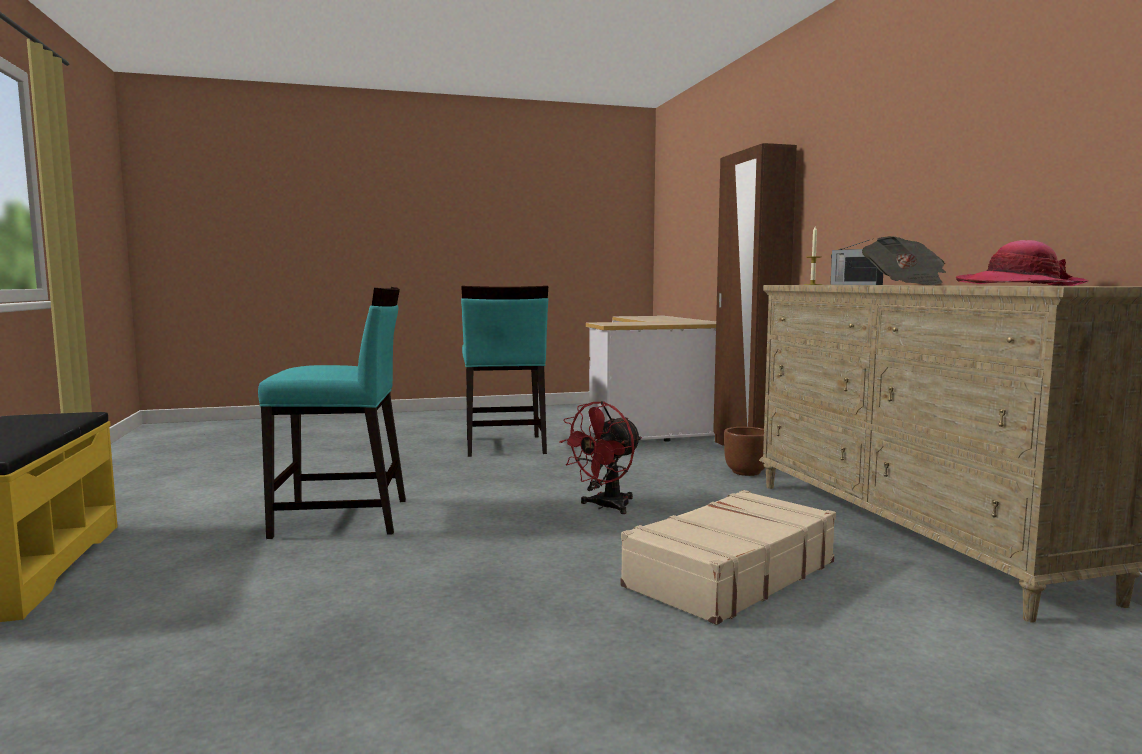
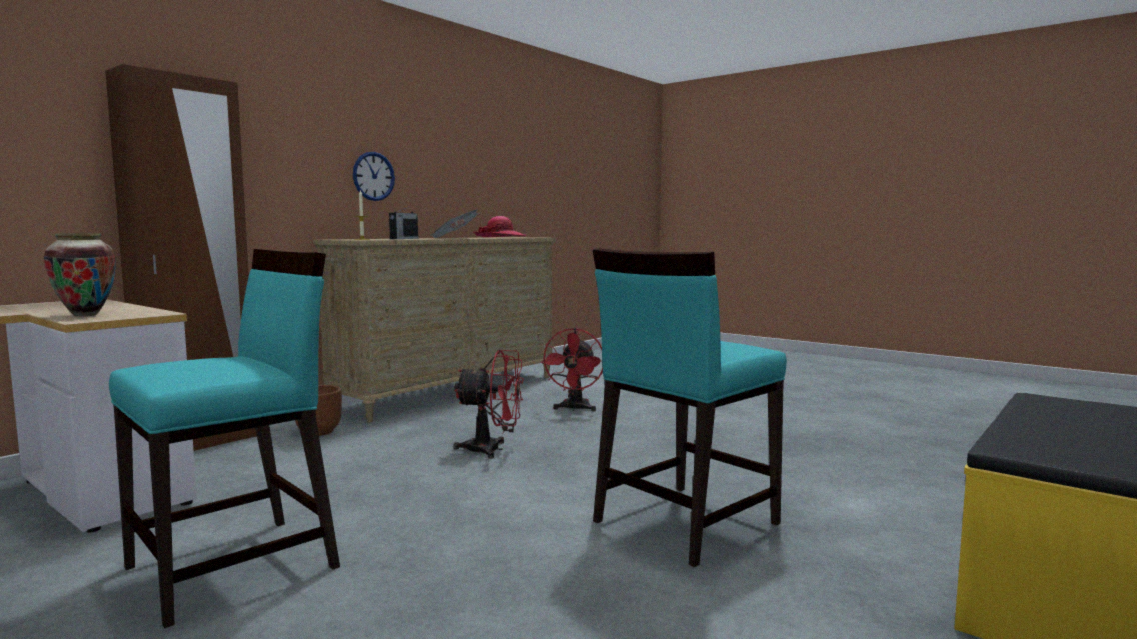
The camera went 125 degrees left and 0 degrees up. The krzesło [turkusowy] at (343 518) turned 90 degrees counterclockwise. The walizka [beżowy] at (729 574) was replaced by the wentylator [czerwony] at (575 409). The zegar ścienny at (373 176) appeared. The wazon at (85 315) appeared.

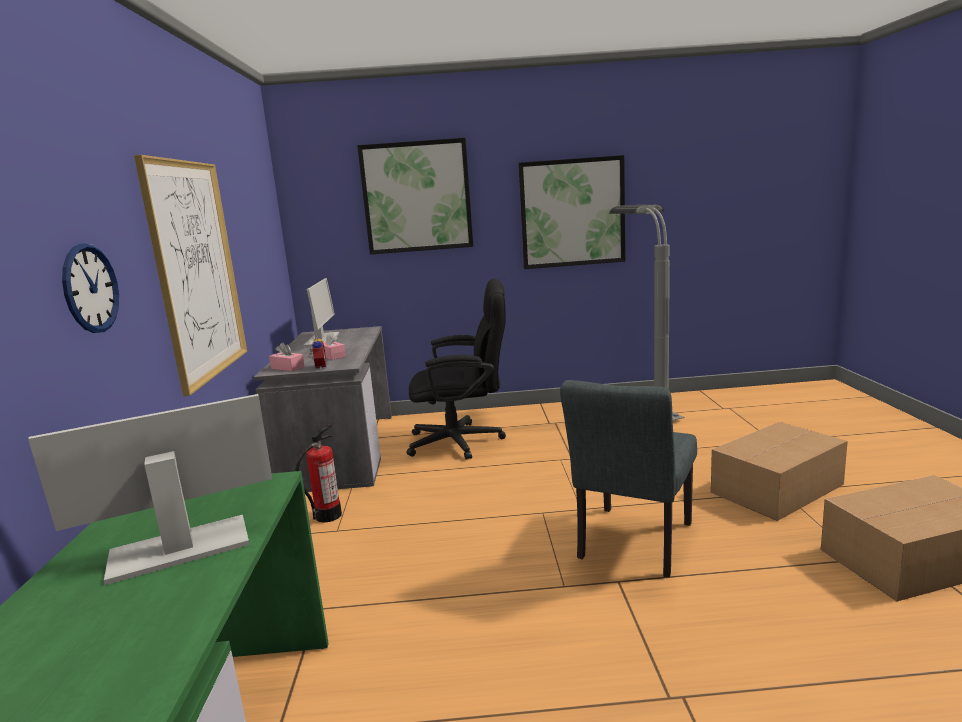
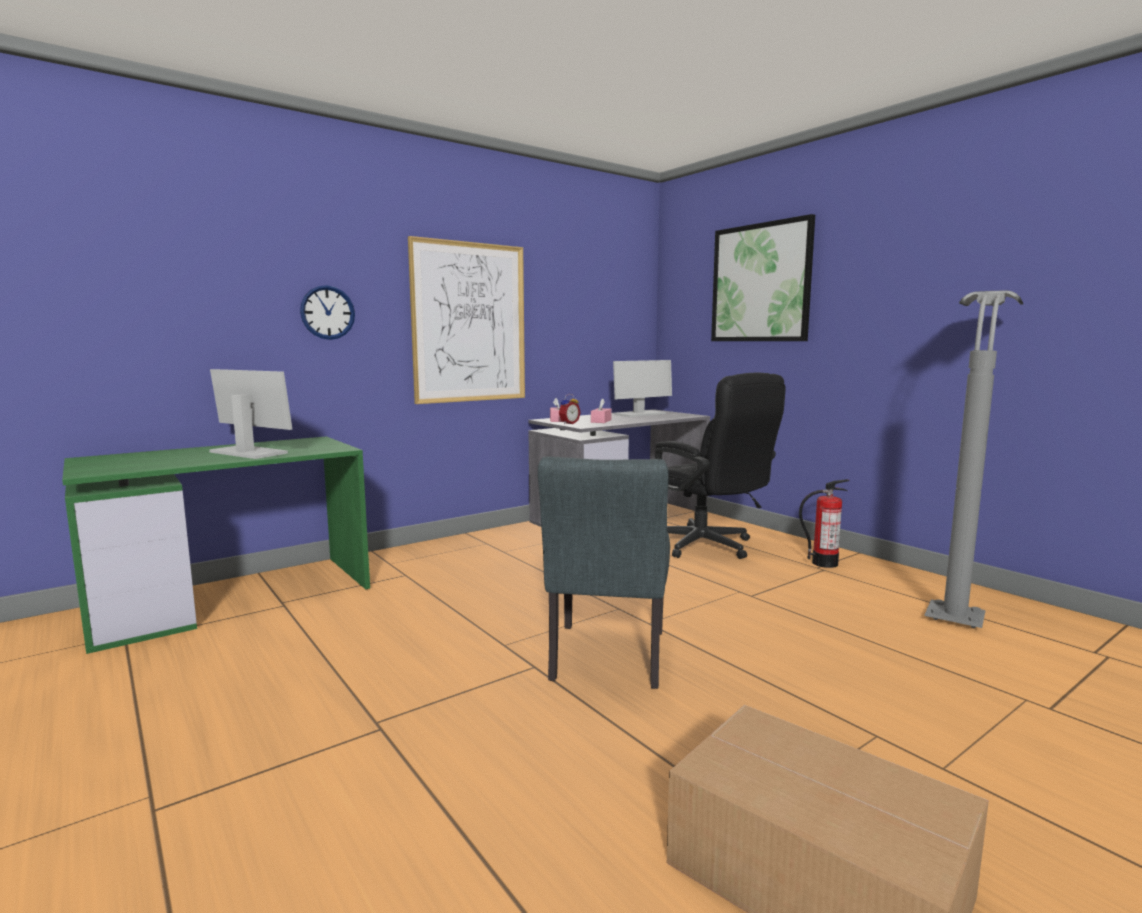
The camera went 55 degrees right and 5 degrees down. The obraz at (572 213) disappeared. The krzesło [szary] at (632 545) turned 75 degrees counterclockwise. The karton at (779 488) disappeared. The gaśnica moved from (328 516) to (824 563).

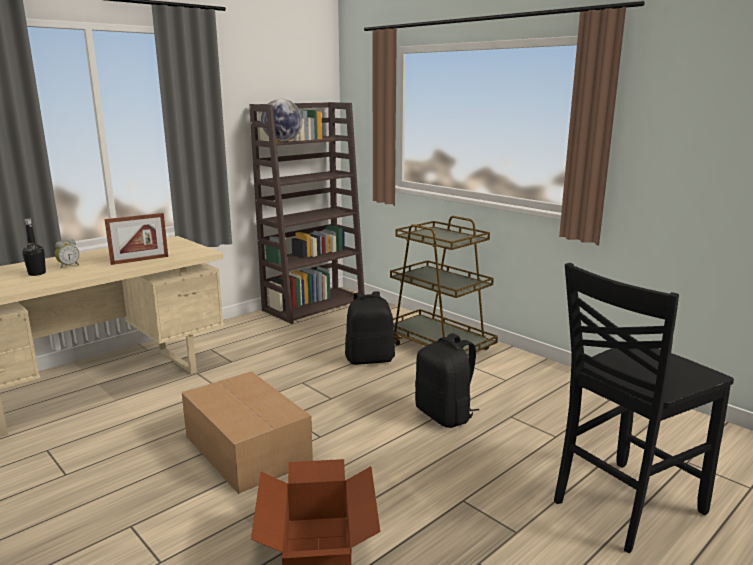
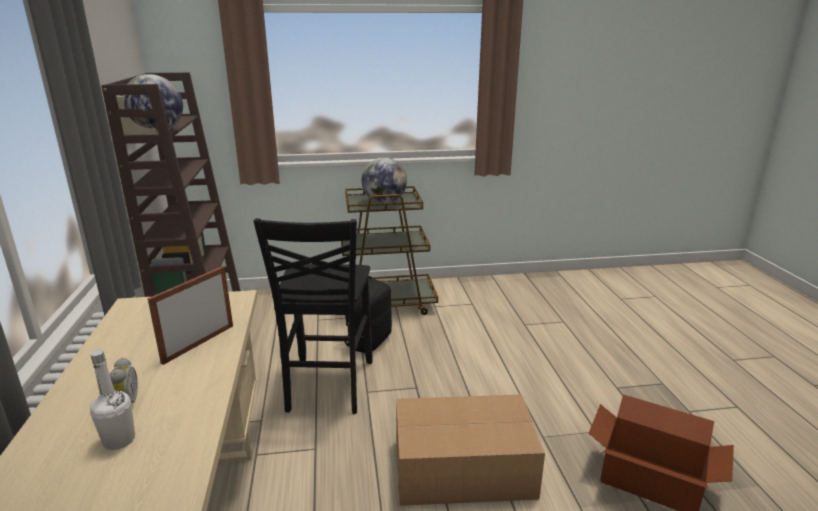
The camera went 55 degrees left and 5 degrees up. The ramka na zdjęcie at (140 260) turned 150 degrees counterclockwise. The butelka [czarny] at (37 273) became the butelka [biały] at (119 440). The krzesło [czarny] moved from (624 506) to (328 386). The plecak [czarny] at (445 415) disappeared. The globus at (384 202) appeared.

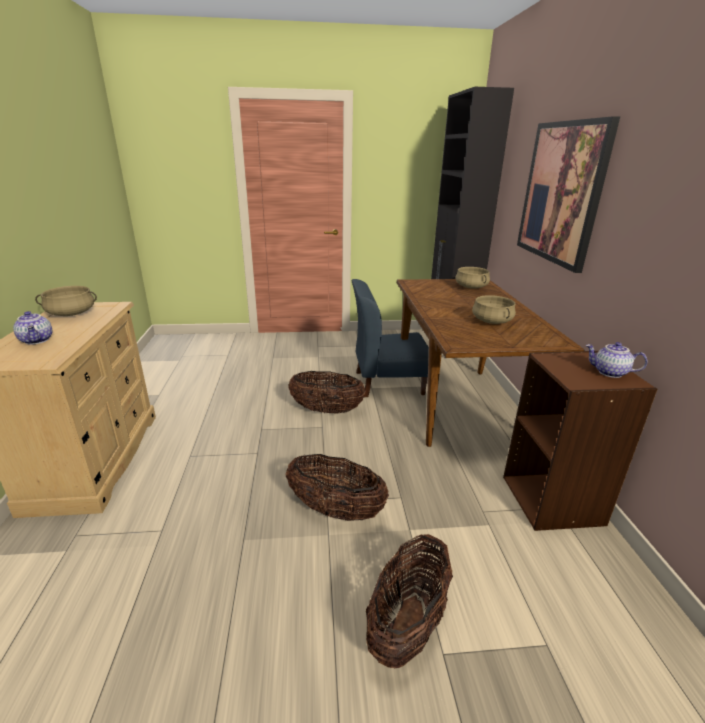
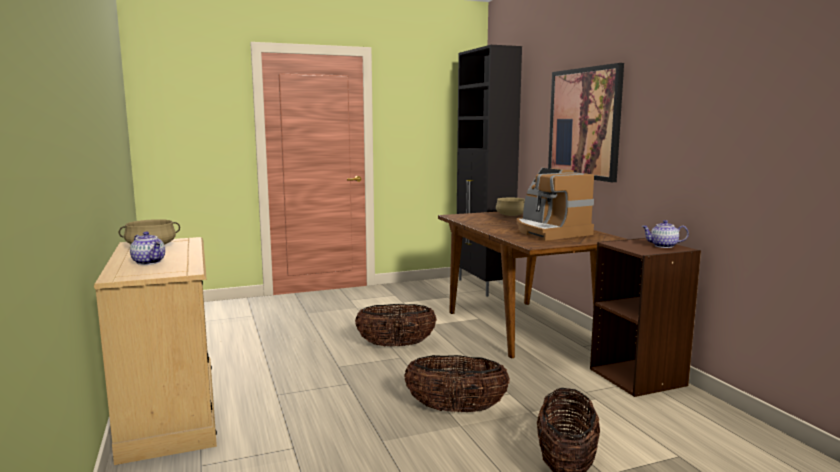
The camera went 15 degrees left and 15 degrees down. The krzesło [niebieski] at (388 382) disappeared. The garnek [beżowy] at (492 321) was replaced by the ekspres do kawy at (549 232).

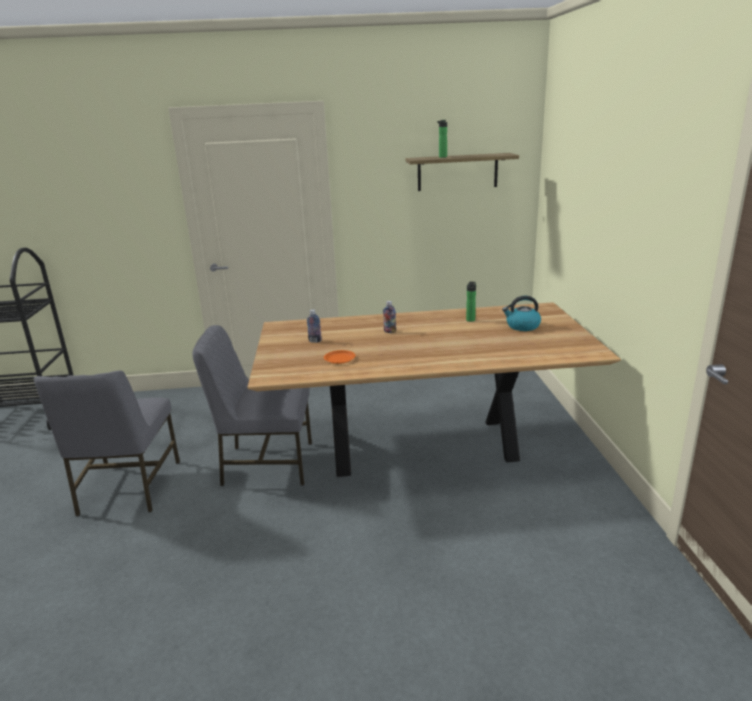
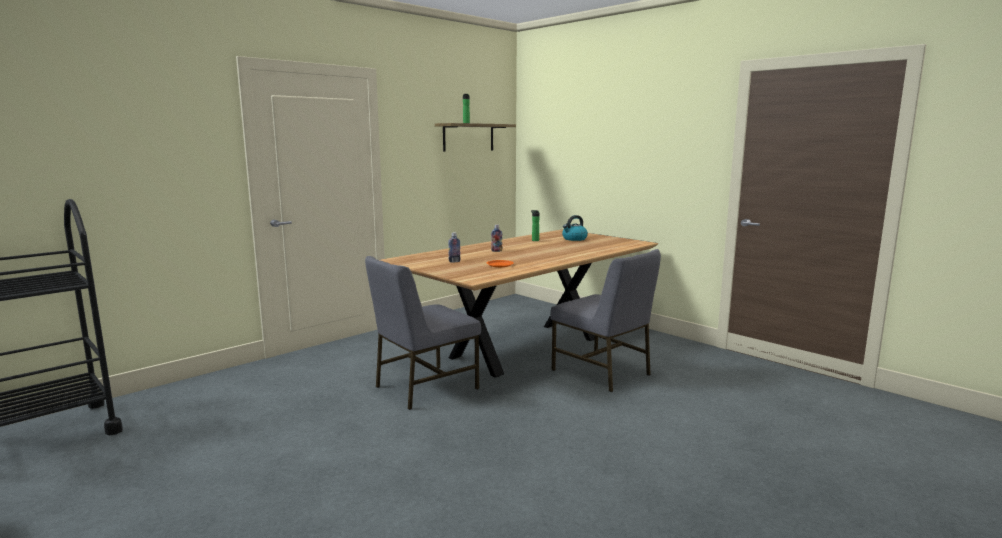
The camera went 40 degrees left and 10 degrees down. The krzesło [szary] moved from (128 488) to (602 372).

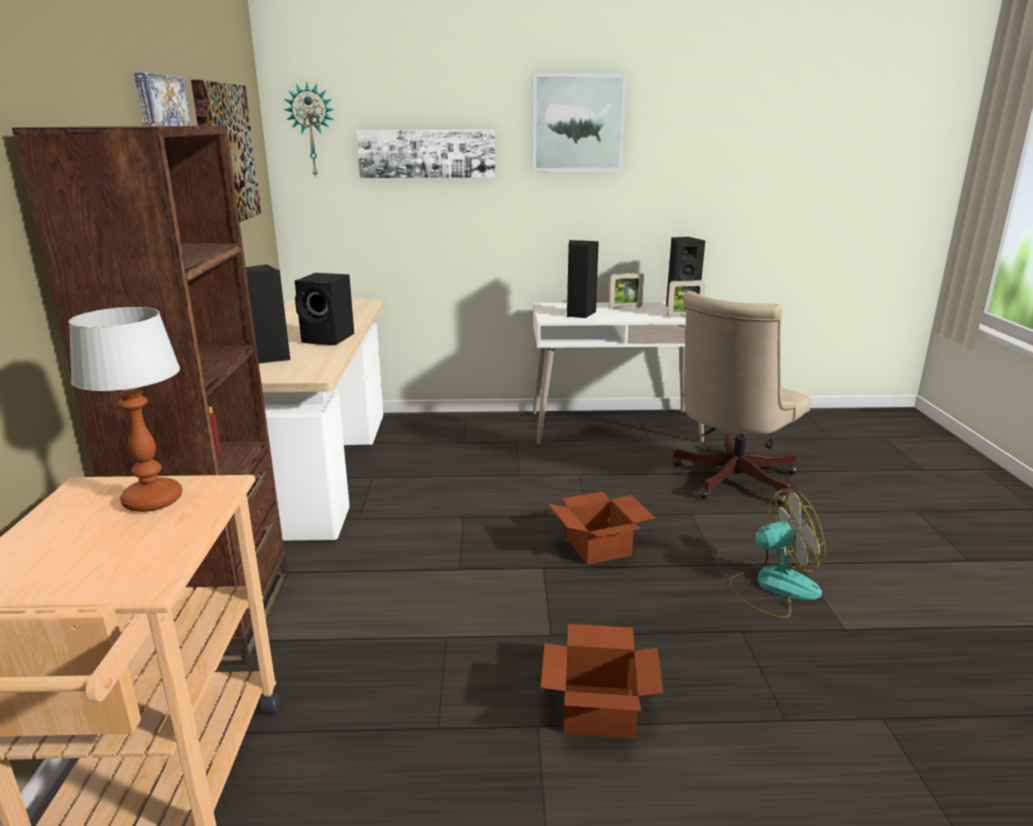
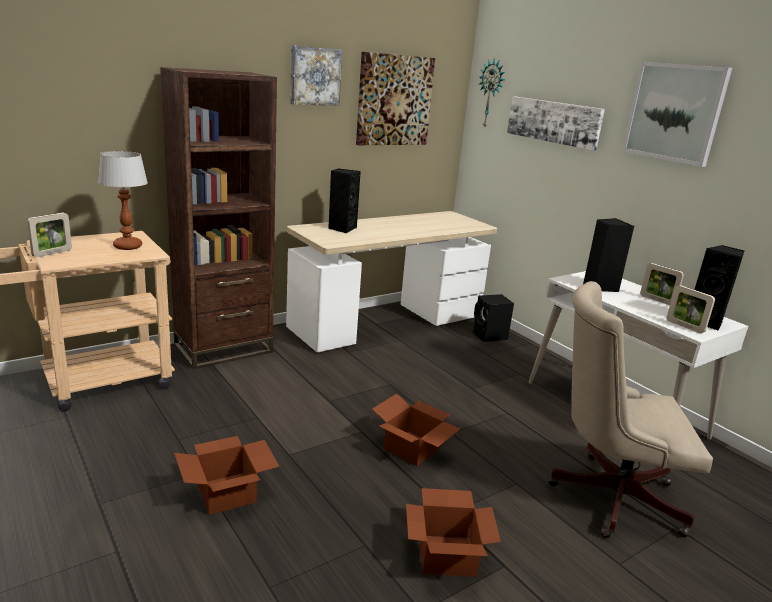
The camera went 55 degrees right and 0 degrees up. The głośnik [czarny] moved from (329 339) to (490 336). The wentylator at (773 586) was replaced by the karton at (447 554). The ramka na zdjęcie at (52 253) appeared.

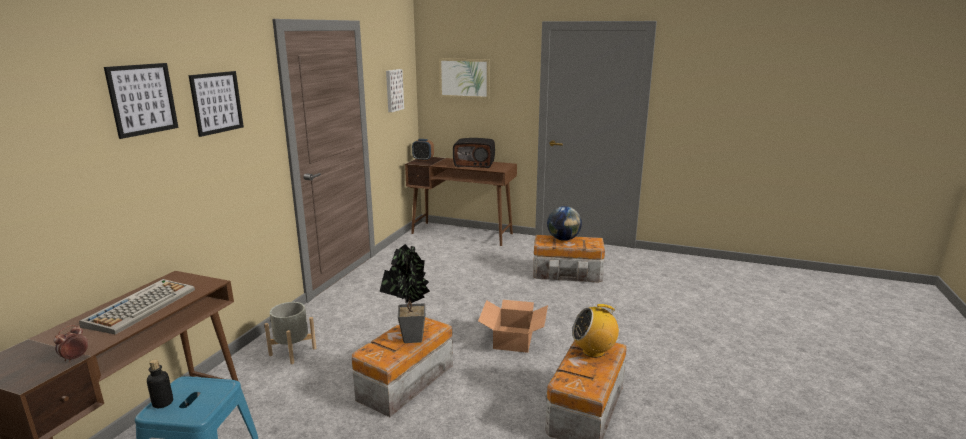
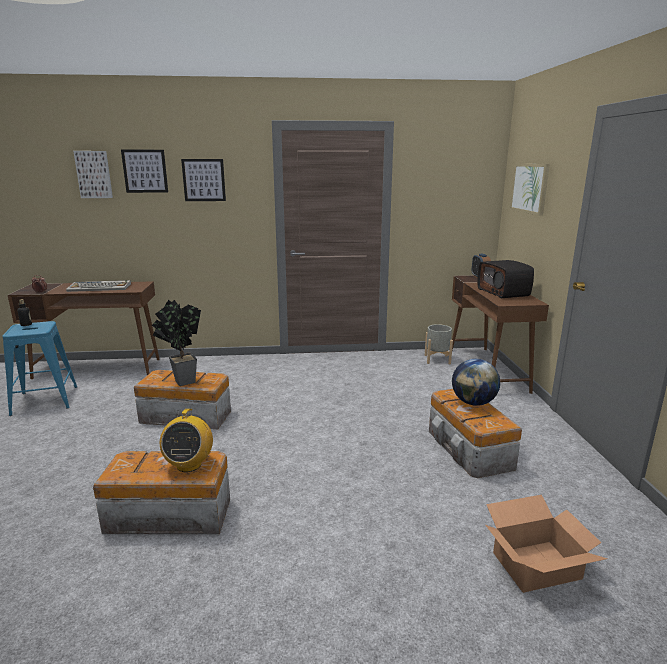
The camera went 65 degrees right and 0 degrees up. The obraz moved from (393 90) to (94 174). The karton moved from (514 338) to (537 566). The donica [szary] moved from (292 352) to (437 359). The radio at (593 351) turned 150 degrees counterclockwise.

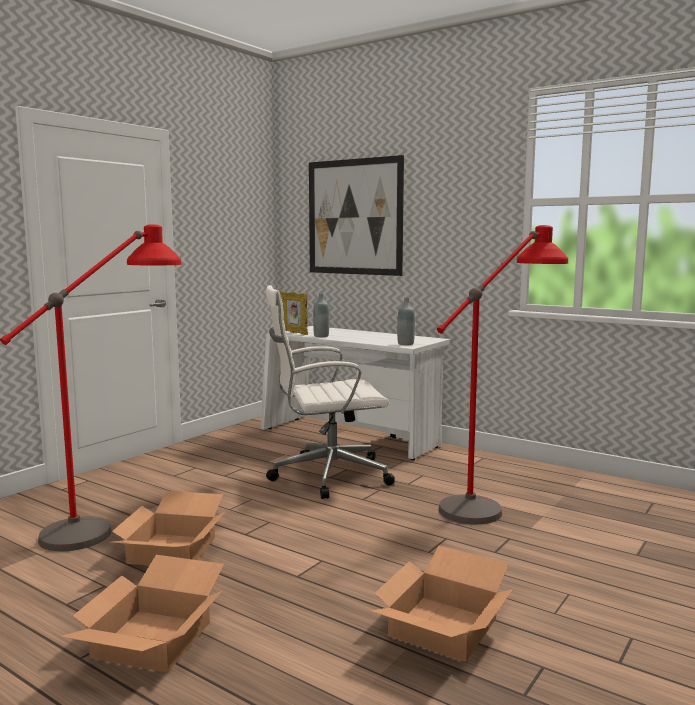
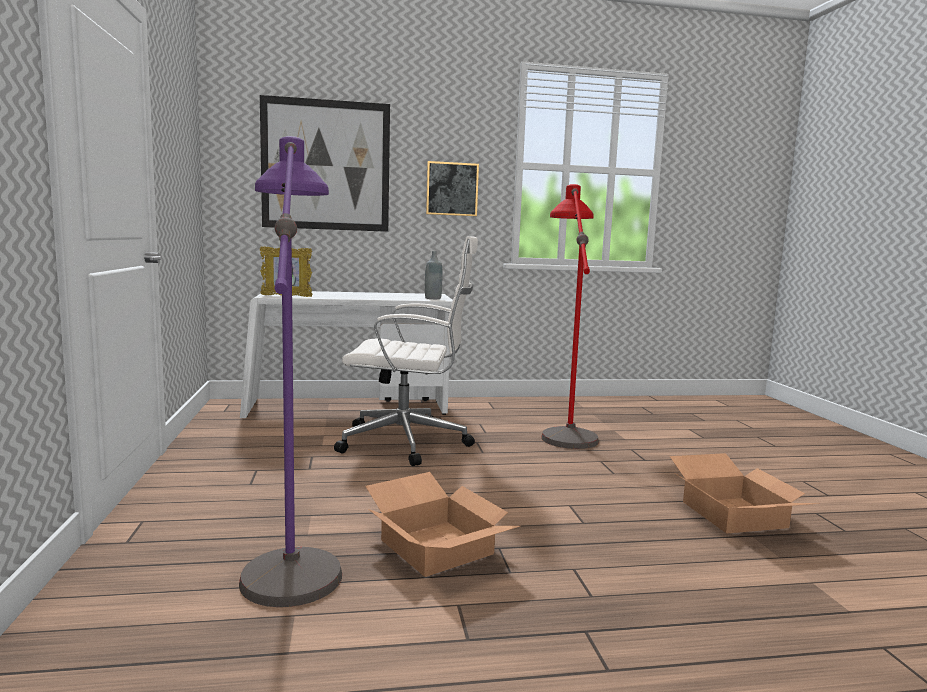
The camera went 45 degrees left and 0 degrees up. The lampa stojąca [czerwony] at (115 518) became the lampa stojąca [fioletowy] at (293 544). The krzesło biurowe [biały] at (327 475) turned 120 degrees counterclockwise. The butelka [szary] at (321 336) disappeared. The karton at (151 638) disappeared. The obraz at (452 189) appeared.

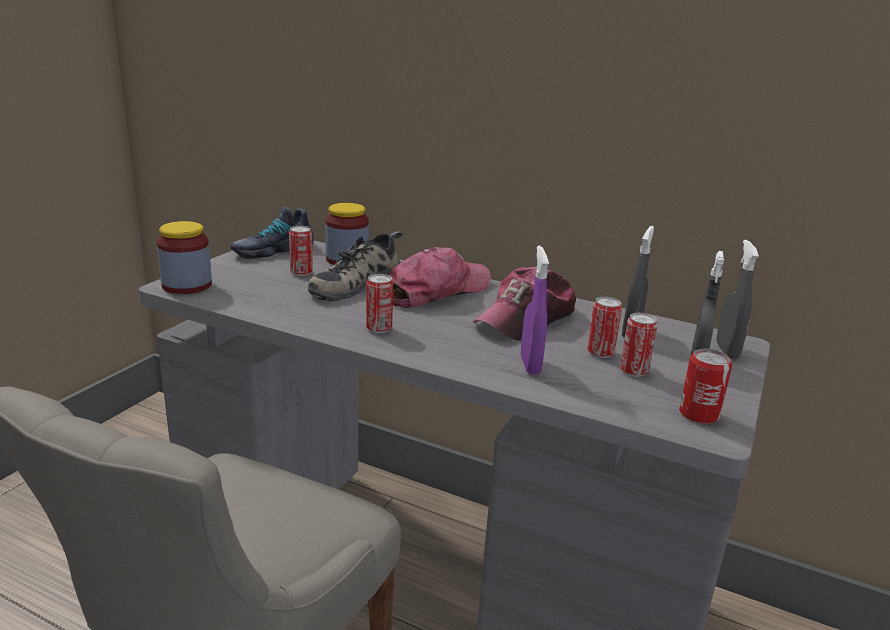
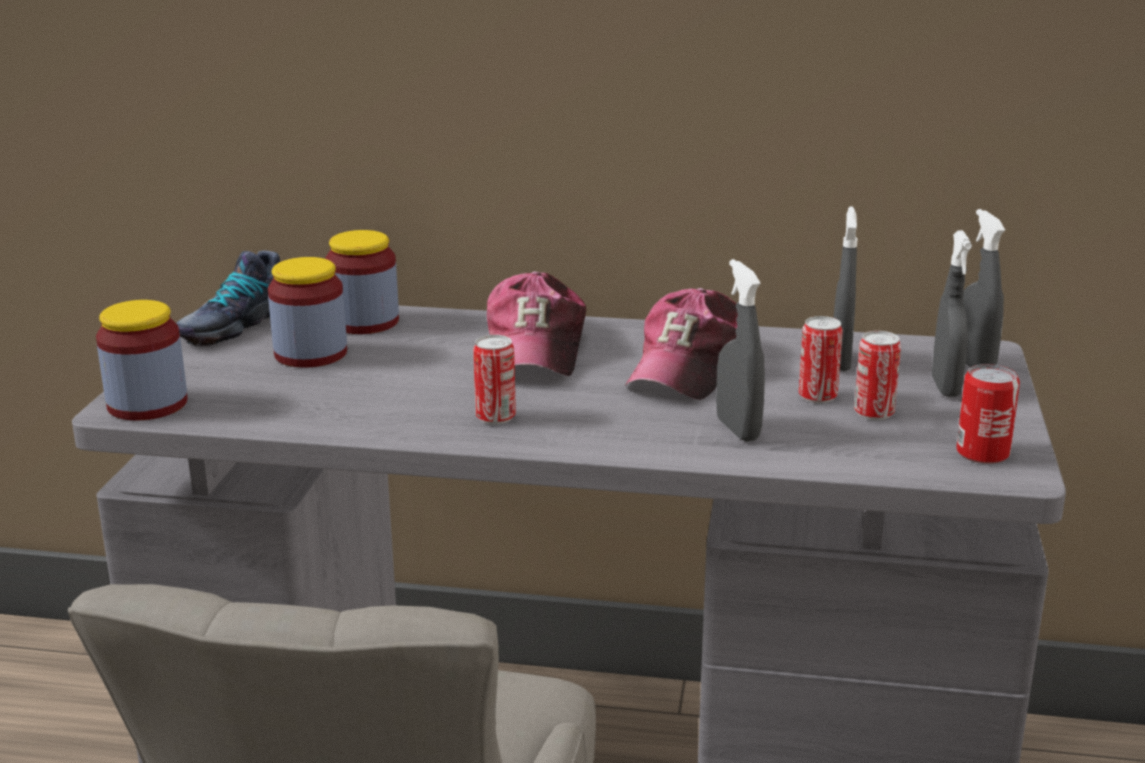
The camera went 15 degrees left and 0 degrees up. The puszka at (301 272) was replaced by the słoik at (310 354). The but at (355 283) disappeared. The spryskiwacz [fioletowy] at (530 365) became the spryskiwacz [szary] at (737 430). The czapka z daszkiem at (436 291) turned 150 degrees clockwise.

